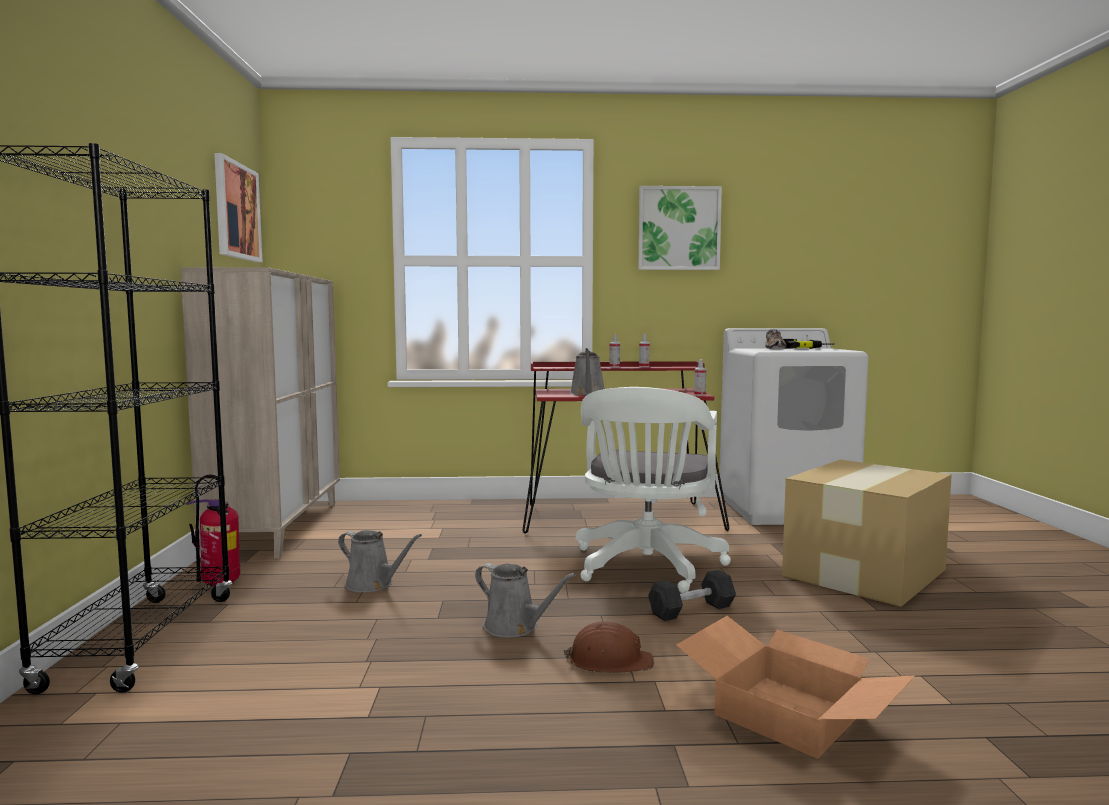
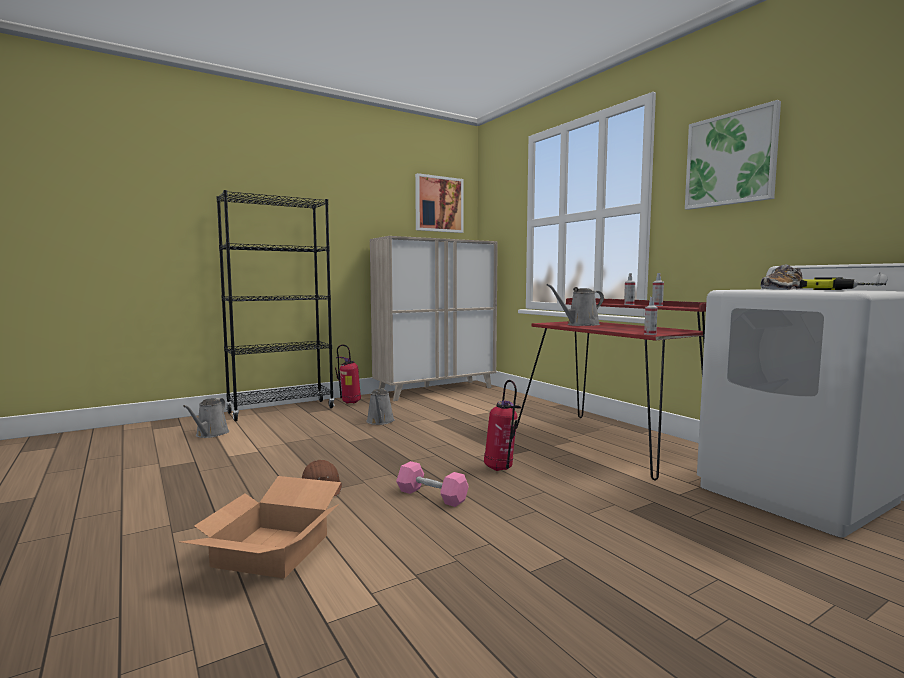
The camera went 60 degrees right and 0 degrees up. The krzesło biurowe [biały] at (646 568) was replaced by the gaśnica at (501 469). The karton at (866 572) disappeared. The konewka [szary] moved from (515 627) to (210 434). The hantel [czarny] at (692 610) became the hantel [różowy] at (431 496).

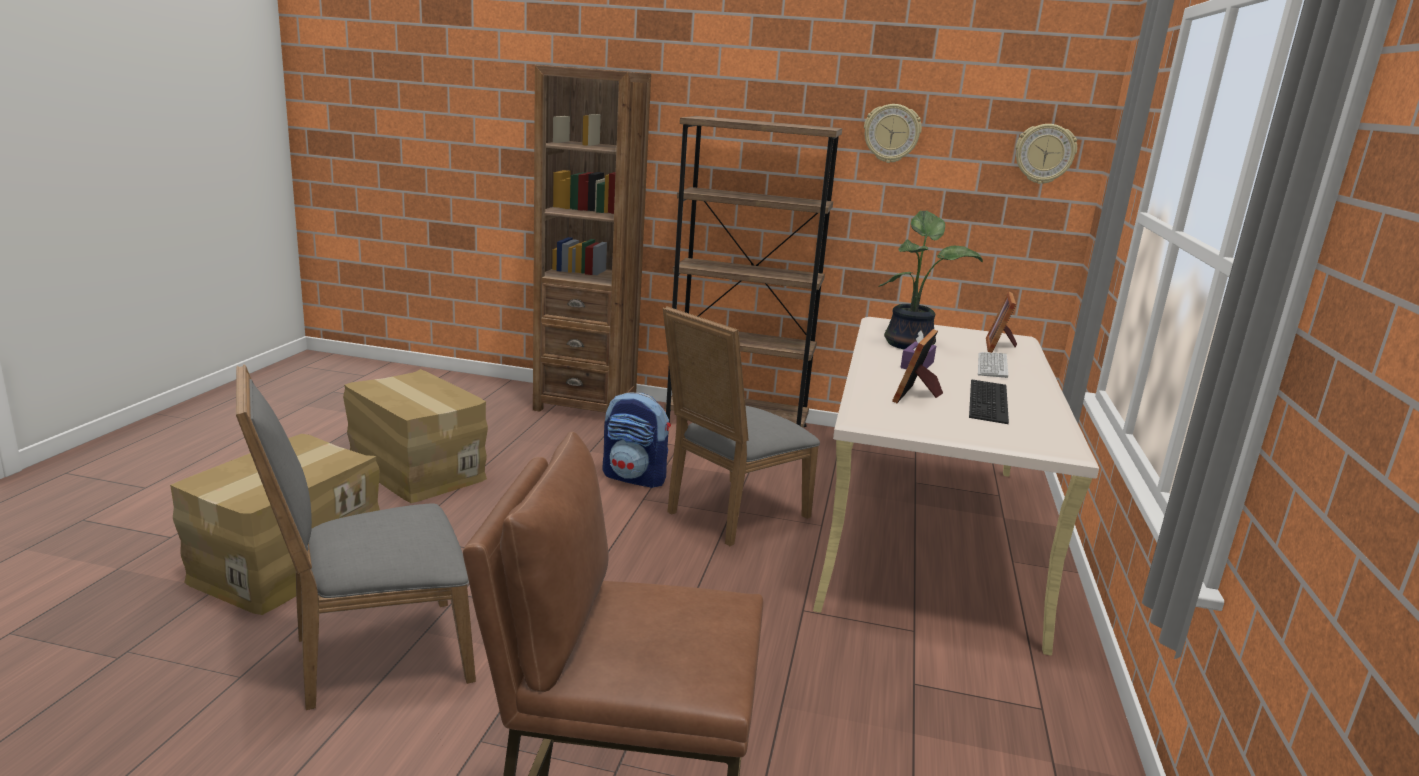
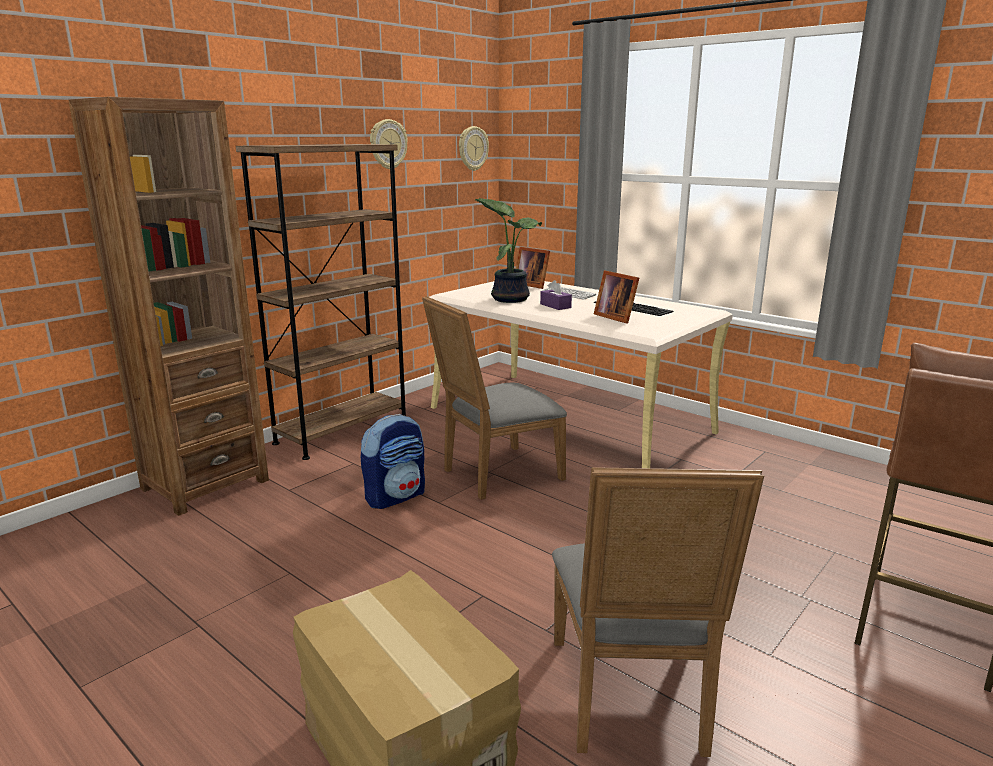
The camera went 60 degrees left and 0 degrees up. The krzesło [szary] at (730 515) turned 75 degrees clockwise. The karton at (416 470) disappeared.

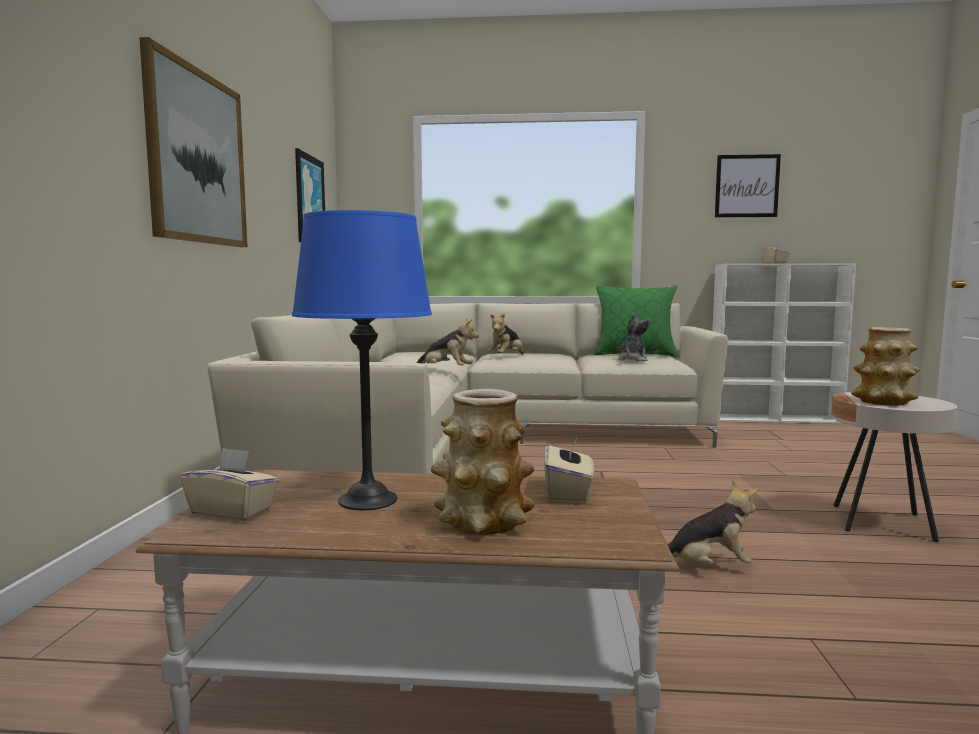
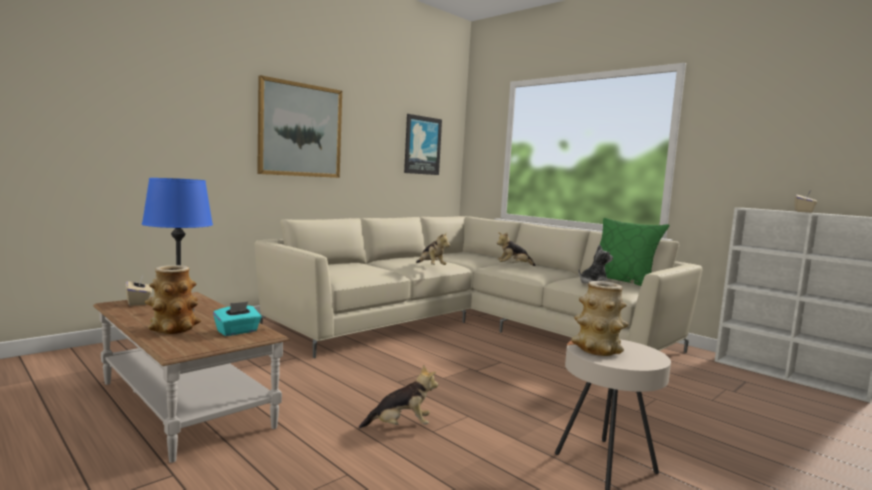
The camera went 40 degrees right and 0 degrees up. The obraz at (747 186) disappeared. The pudełko chusteczek [beżowy] at (568 493) became the pudełko chusteczek [turkusowy] at (237 331). The pluszak at (707 567) turned 45 degrees counterclockwise.

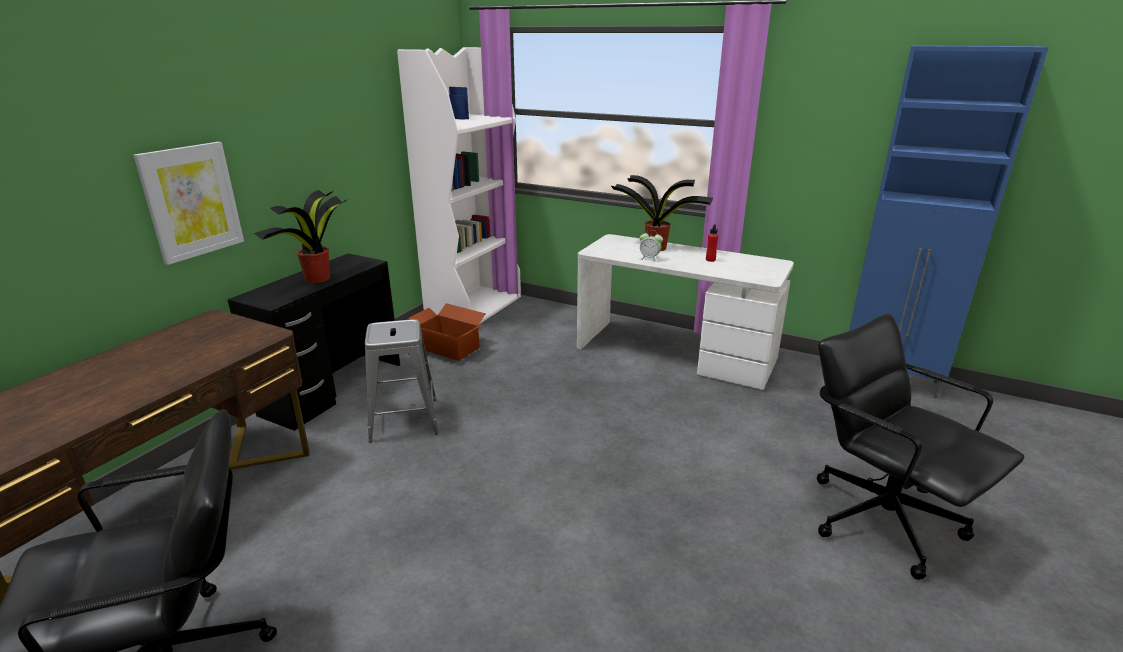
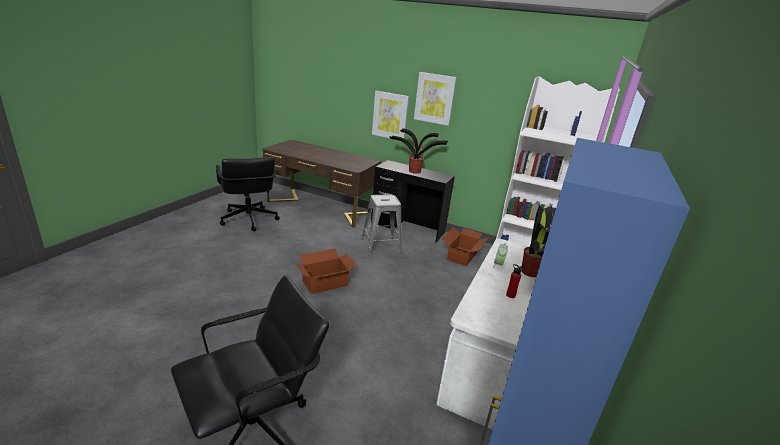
The camera went 85 degrees right and 0 degrees up. The obraz at (434 98) appeared. The karton at (325 283) appeared.

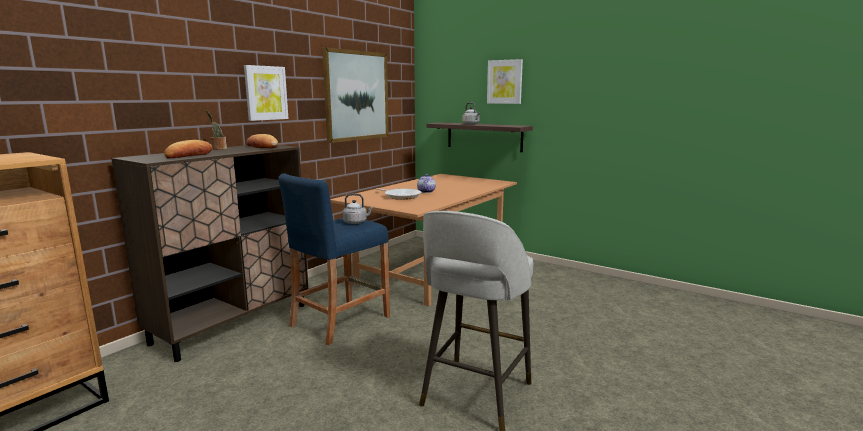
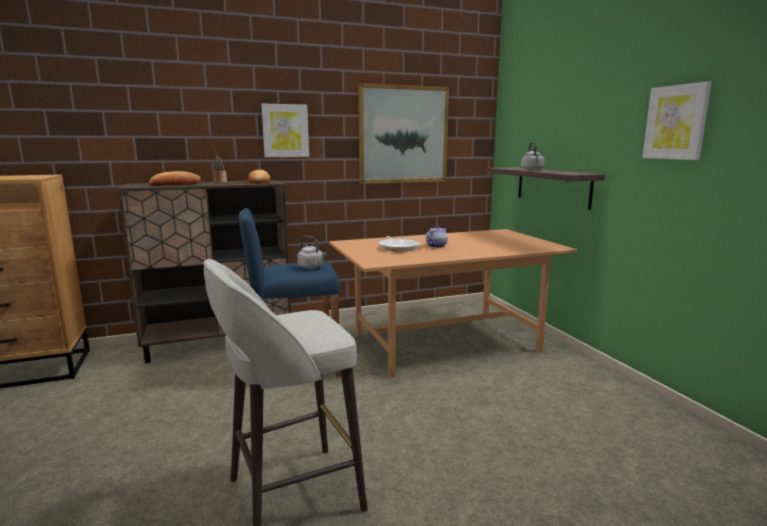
The camera went 35 degrees right and 0 degrees up. The obraz moved from (505 82) to (676 122).

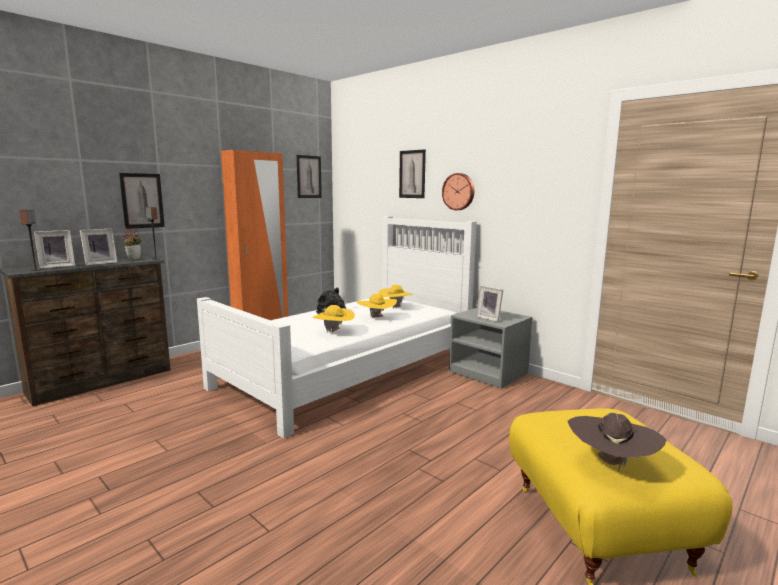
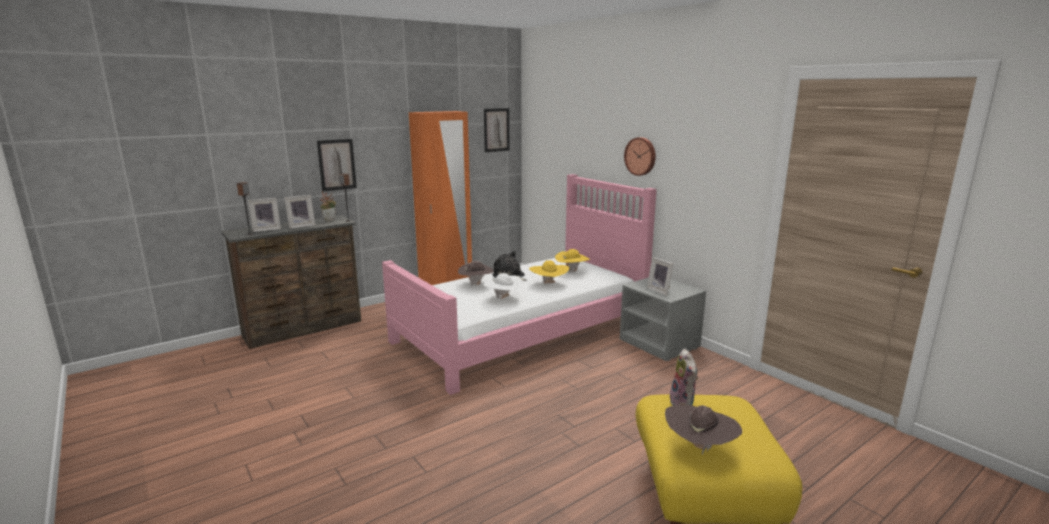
The camera went 10 degrees right and 5 degrees up. The obraz at (412 174) disappeared. The łóżko [biały] at (350 371) became the łóżko [różowy] at (523 332). The kapelusz [żółty] at (334 332) became the kapelusz [biały] at (503 299). The kapelusz [brązowy] at (476 284) appeared. The pluszak at (683 403) appeared.

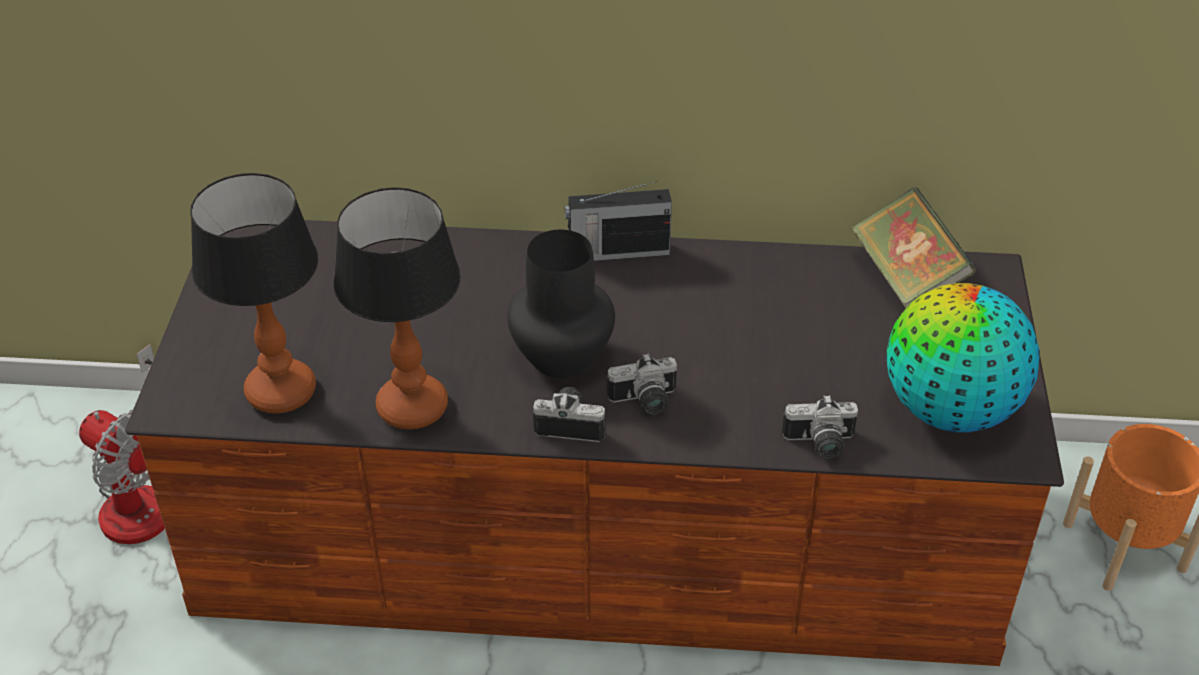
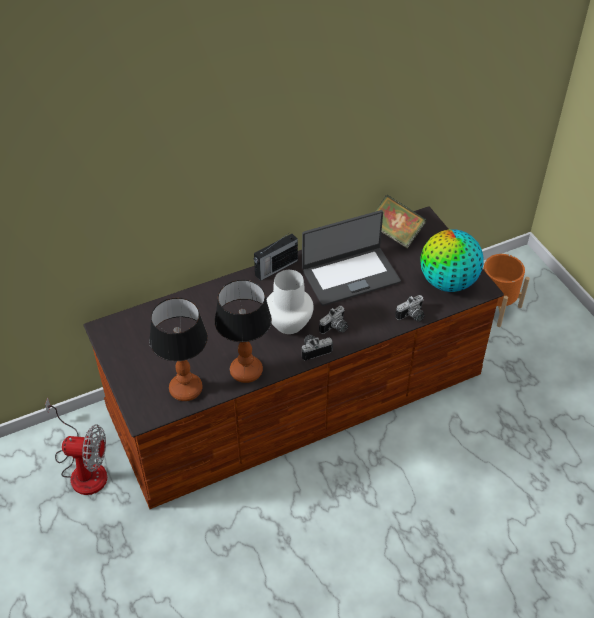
The camera went 30 degrees left and 5 degrees up. The wazon [czarny] at (563 358) became the wazon [biały] at (290 323). The laptop at (350 275) appeared.

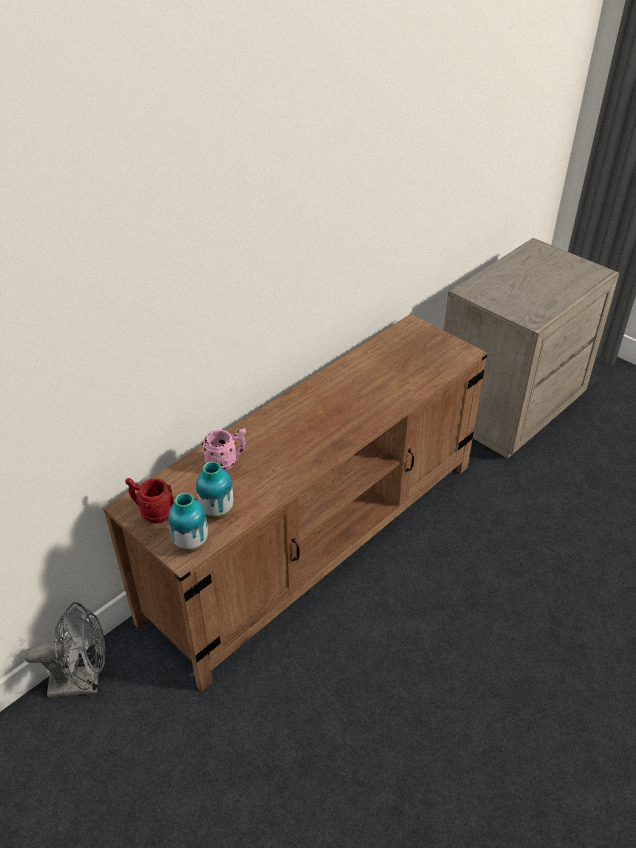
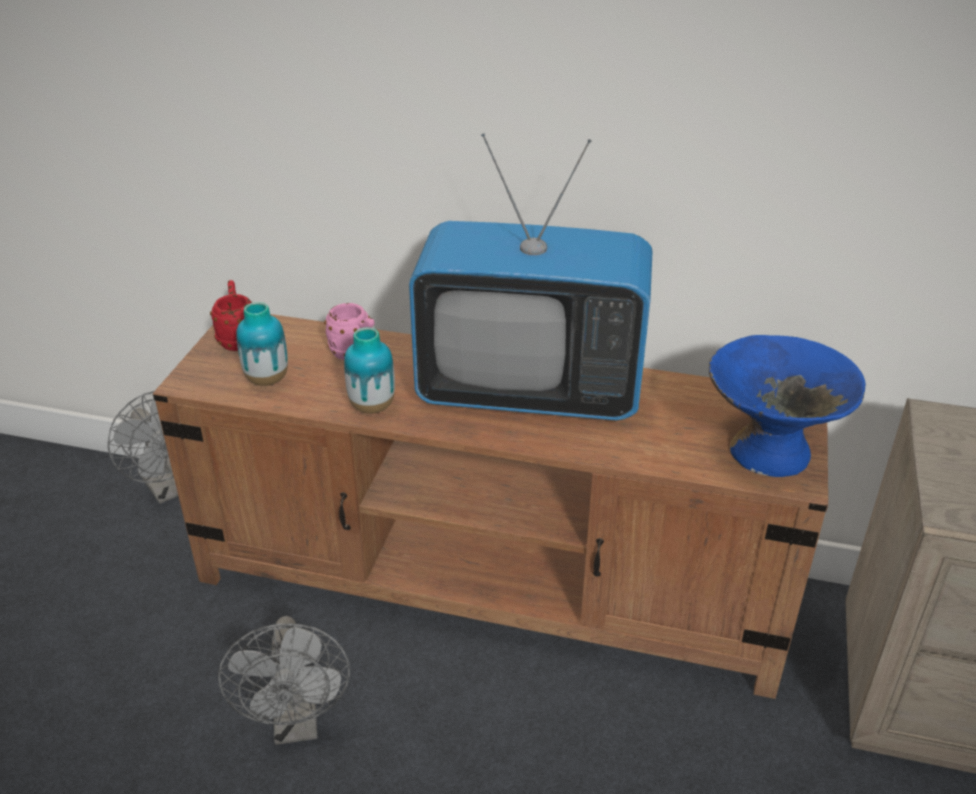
The camera went 60 degrees right and 5 degrees down. The wazon moved from (191 544) to (372 406). The telewizor at (530 390) appeared. The miska [niebieski] at (769 453) appeared. The wentylator [szary] at (297 724) appeared.

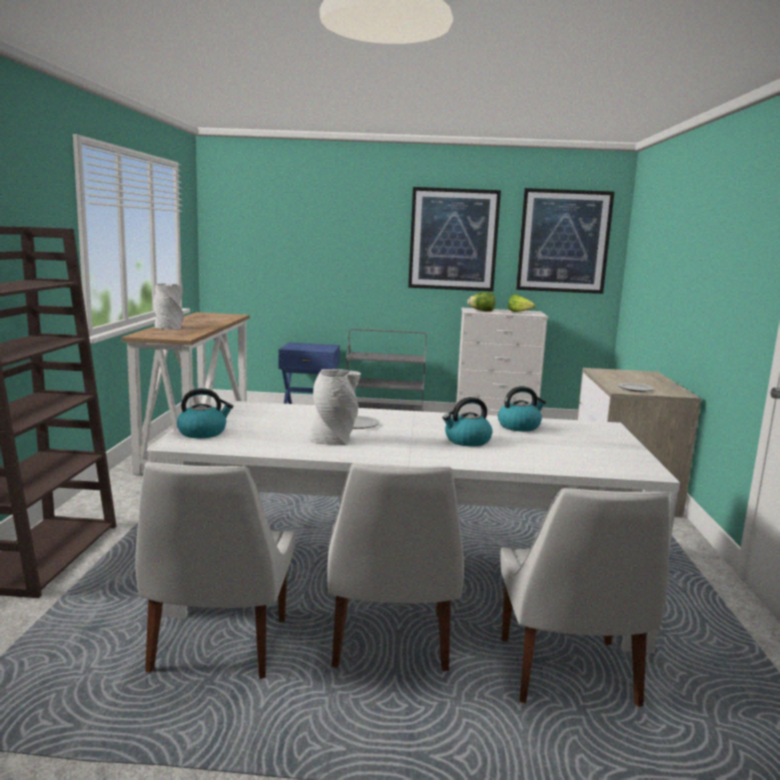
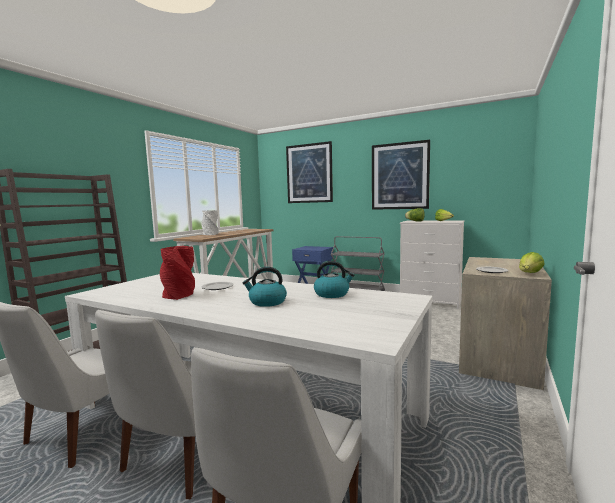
The camera went 25 degrees right and 5 degrees down. The obraz moved from (564 241) to (309 173). The wazon [szary] at (334 439) became the wazon [czerwony] at (179 295). The czajnik at (203 432) disappeared. The sałata at (529 274) appeared.

